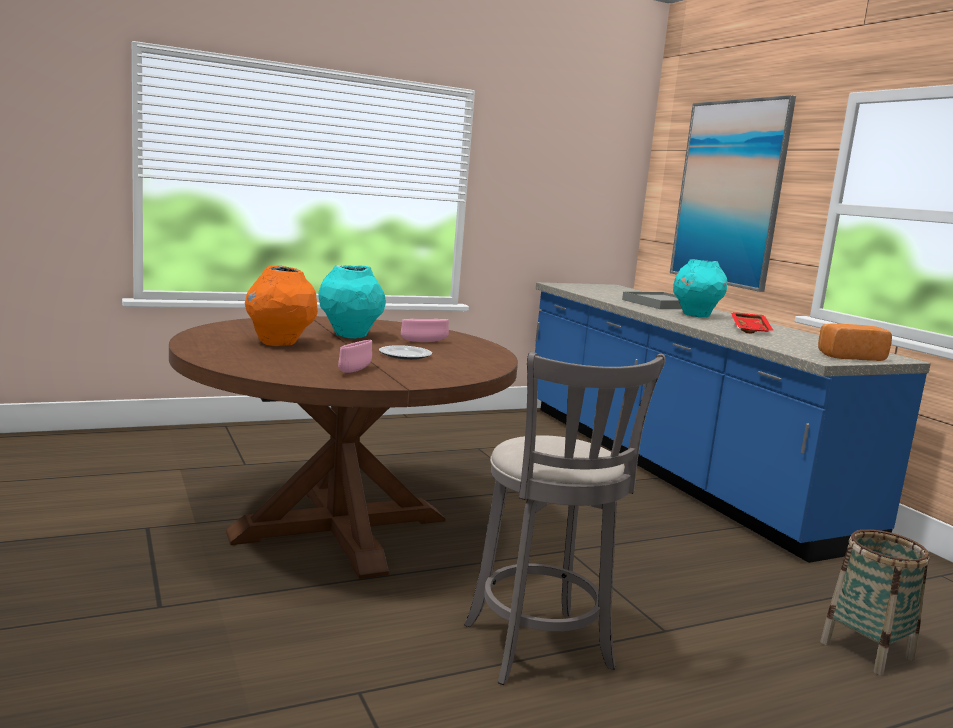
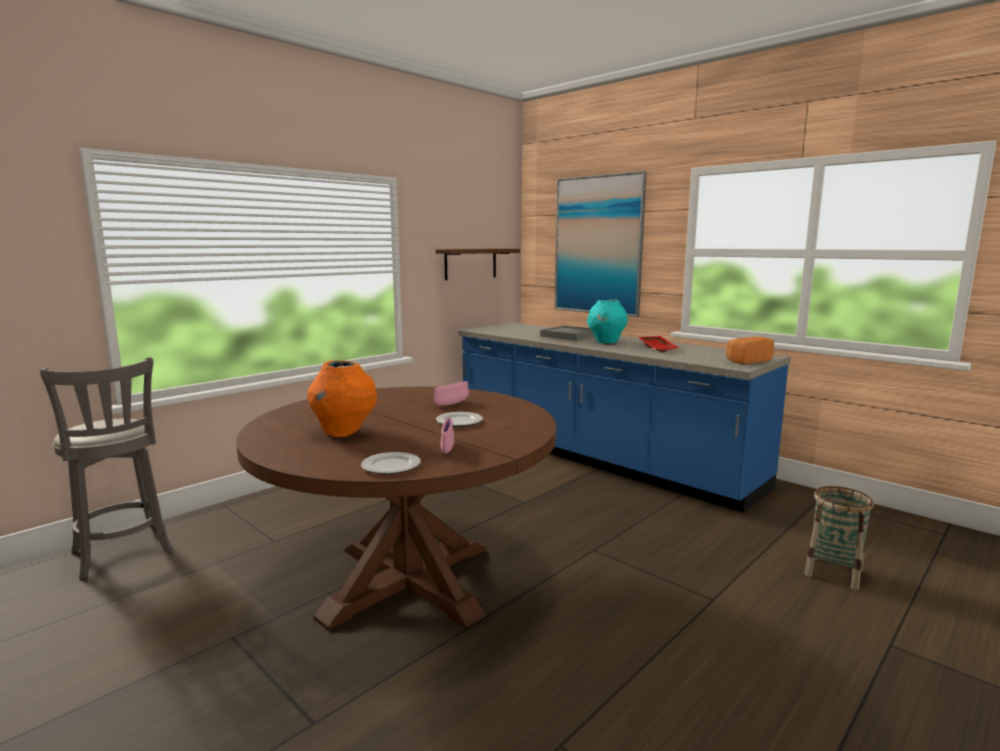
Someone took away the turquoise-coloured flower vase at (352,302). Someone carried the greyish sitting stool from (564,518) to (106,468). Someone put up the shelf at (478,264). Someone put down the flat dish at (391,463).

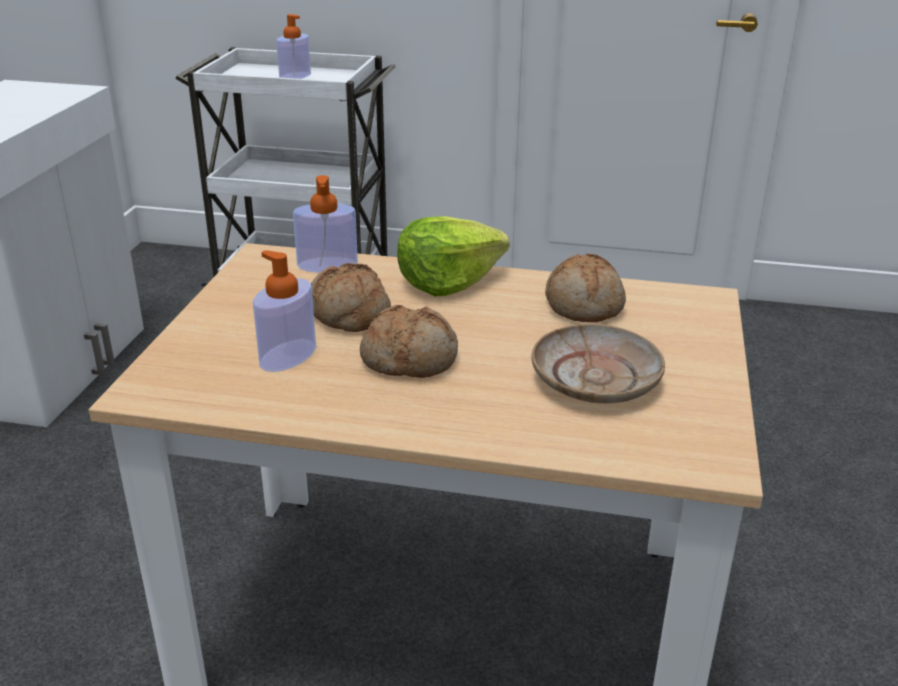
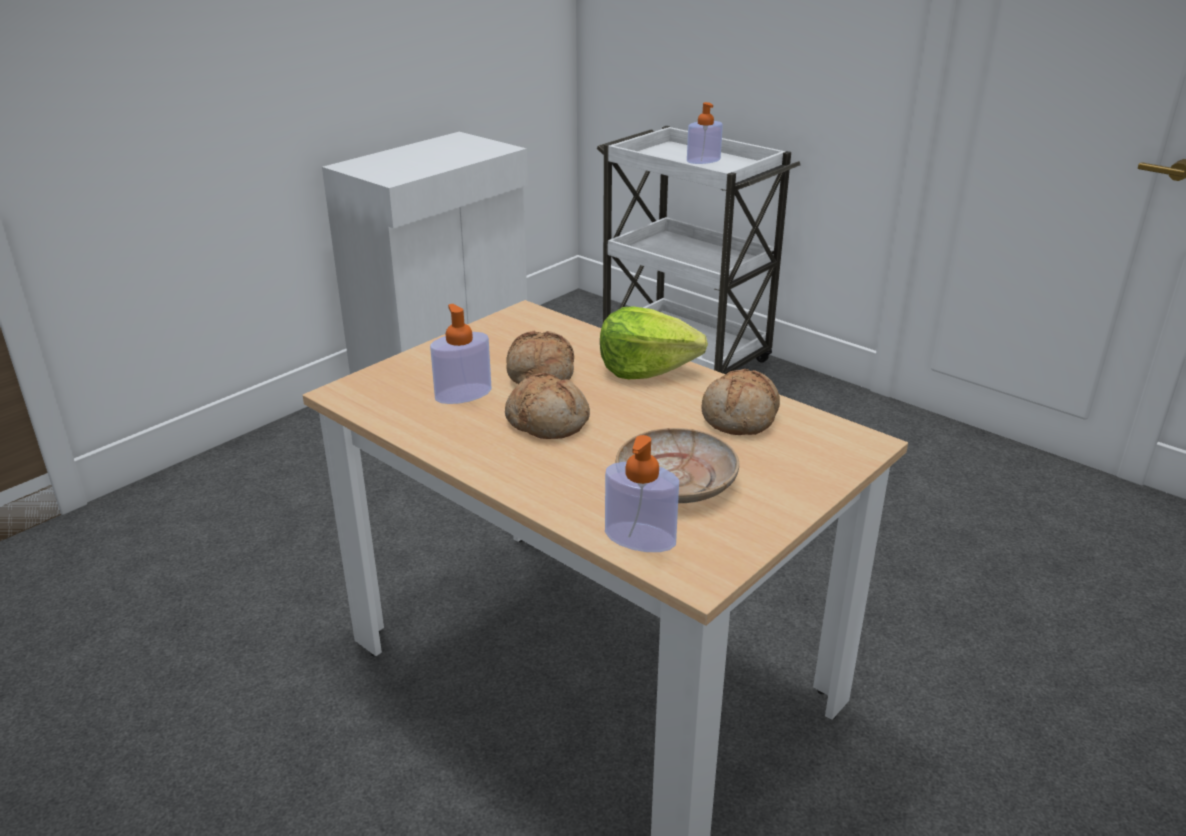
Someone carried the soap bottle from (325,224) to (642,493).

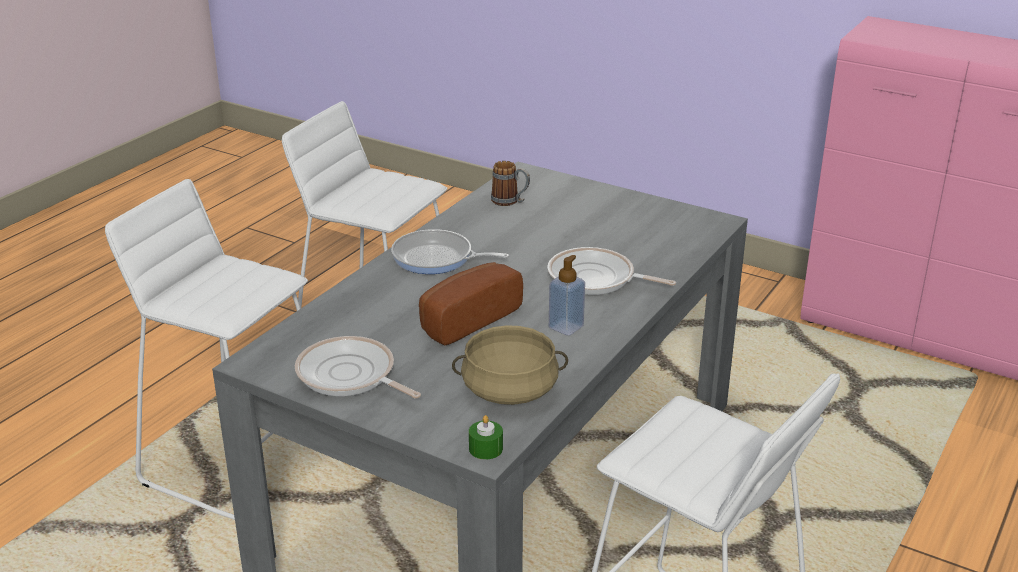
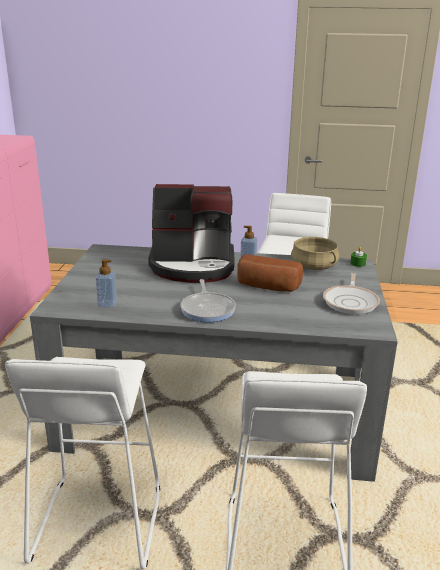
Someone swapped the coffee mug at (510,183) for the soap bottle at (106,283). Someone swapped the skillet at (611,271) for the coffee brewer at (191,233).

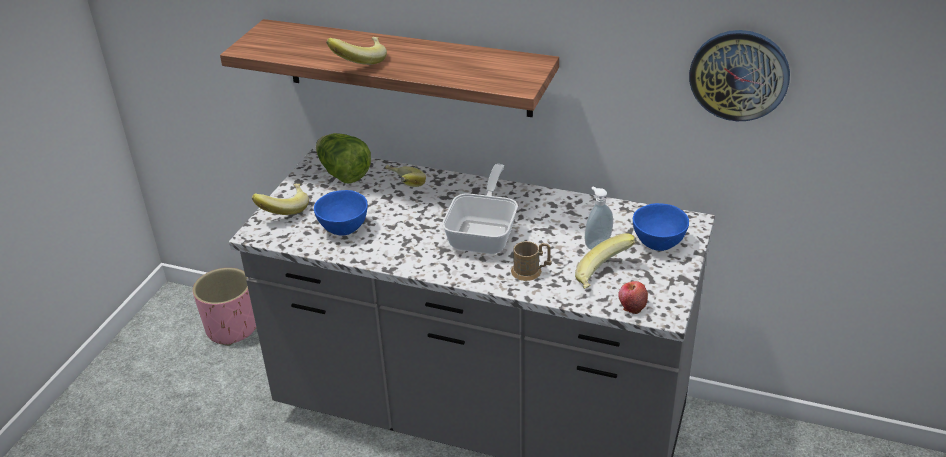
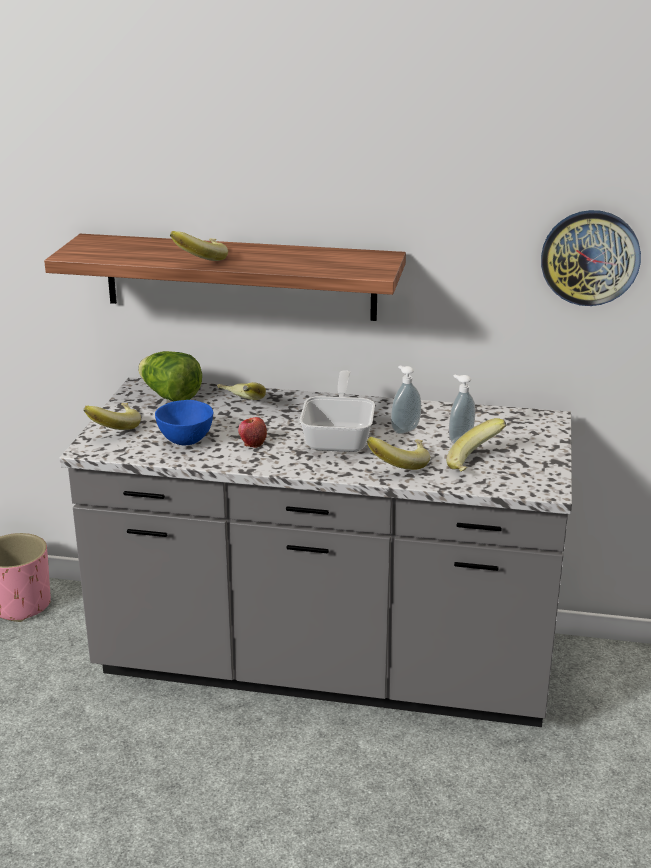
Someone took away the blue bowl at (661,227). Someone swapped the brown-coloured coffee mug at (531,261) for the banana at (398,453). Someone carried the apple from (633,297) to (252,432). Someone put down the soap bottle at (406,399).

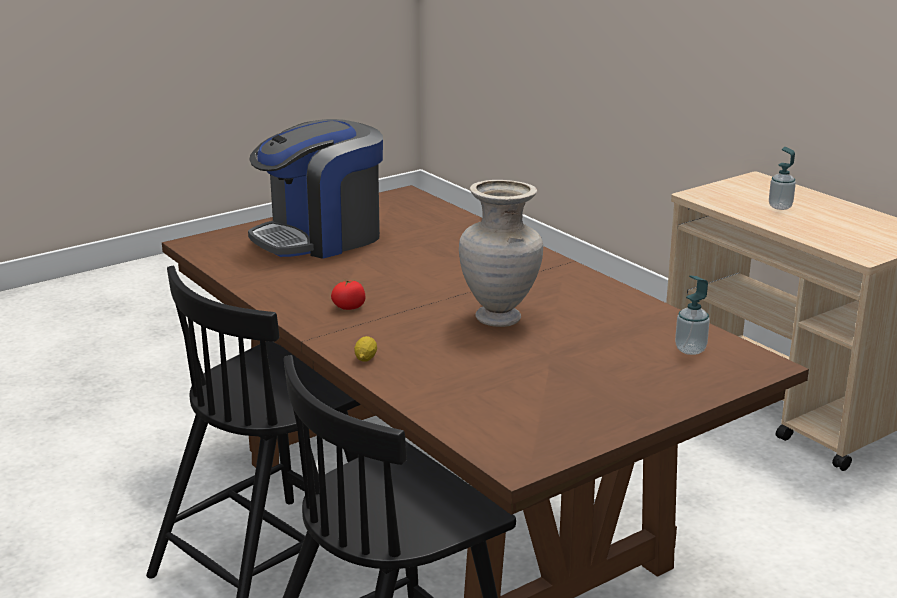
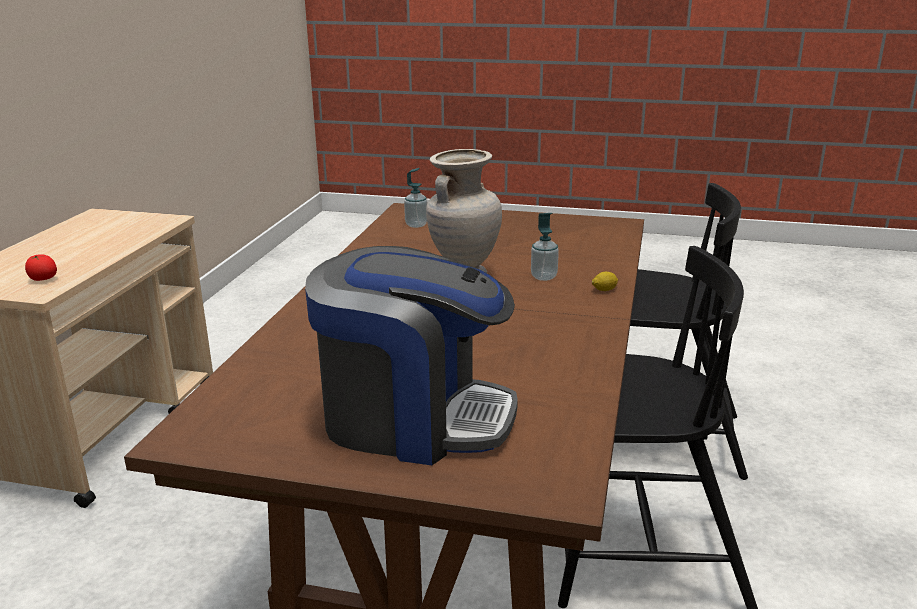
Someone carried the soap bottle from (782,178) to (545,247). Someone carried the tomato from (348,294) to (41,267).

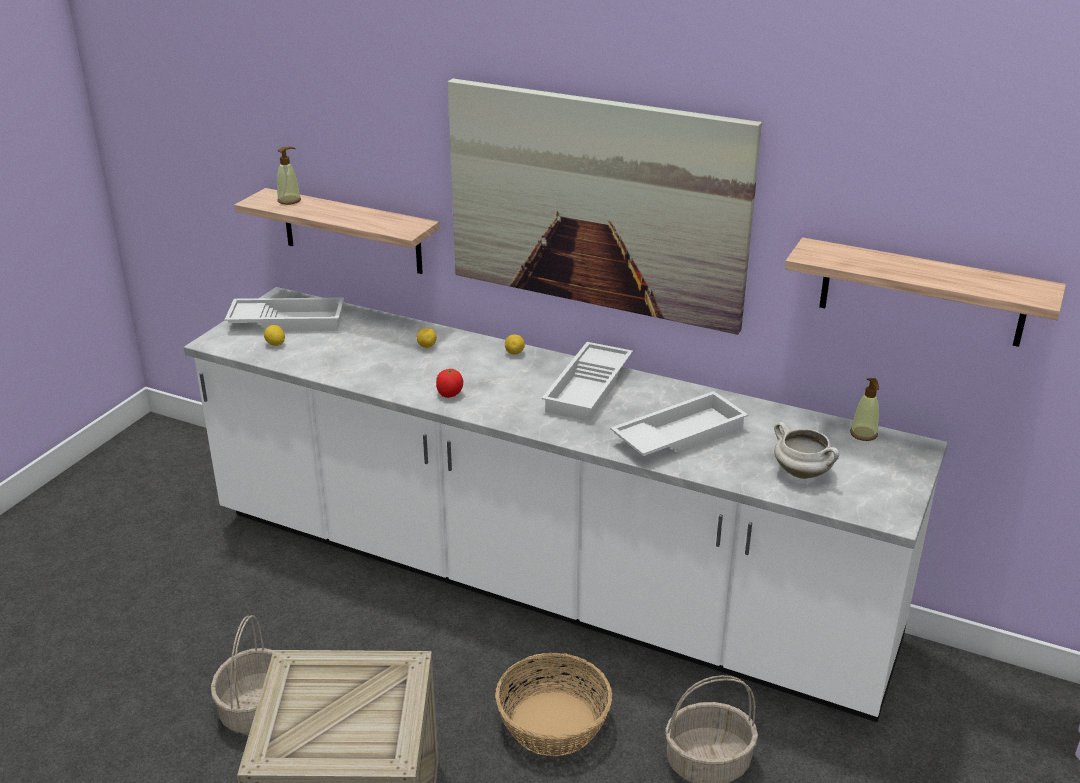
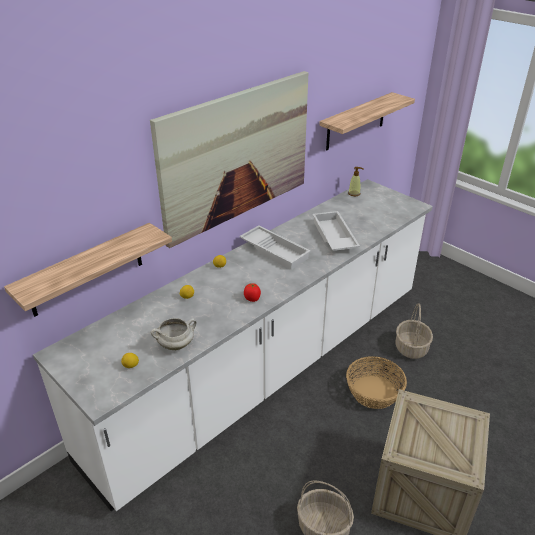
Someone took away the soap bottle at (289,175). Someone took away the white carrying tray at (284,314). Someone carried the white cooking pot from (806,450) to (174,334).

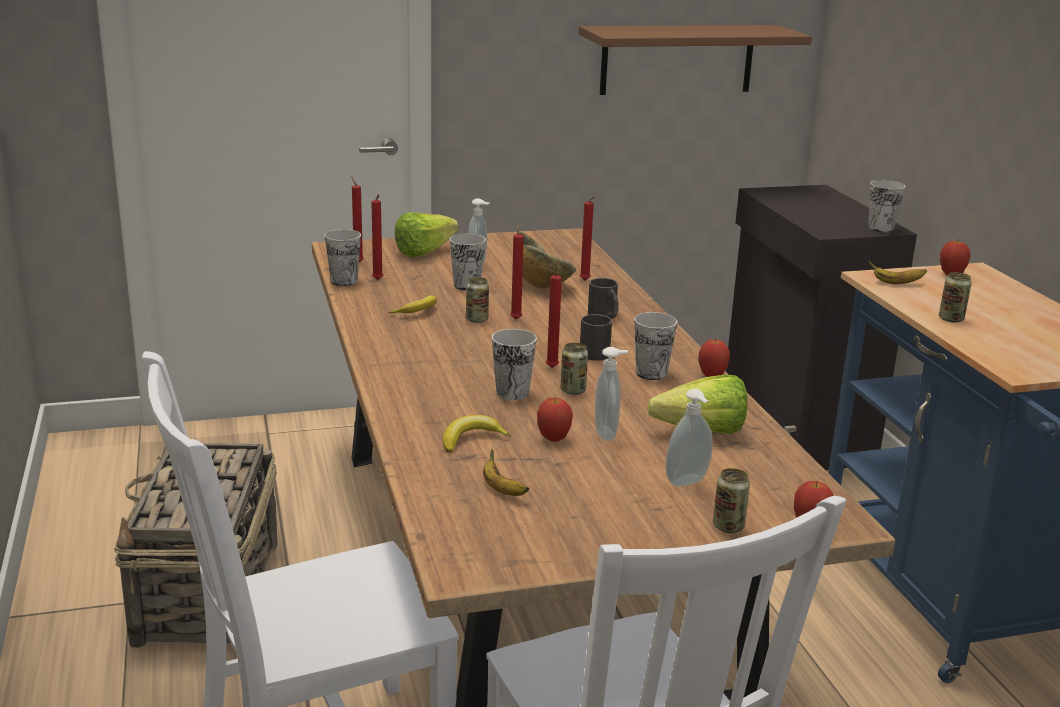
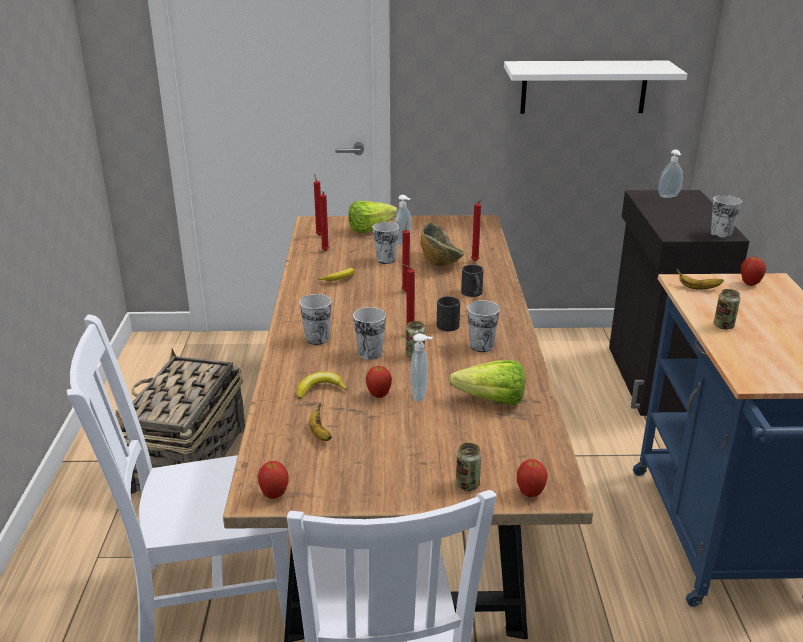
Someone repainted the brown-coloured shelf at (695,60), which became the white shelf at (595,87). Someone carried the small cup from (342,257) to (315,319). Someone took away the can at (477,300). Someone carried the apple from (714,358) to (273,480). Someone carried the soap bottle from (689,438) to (670,173).

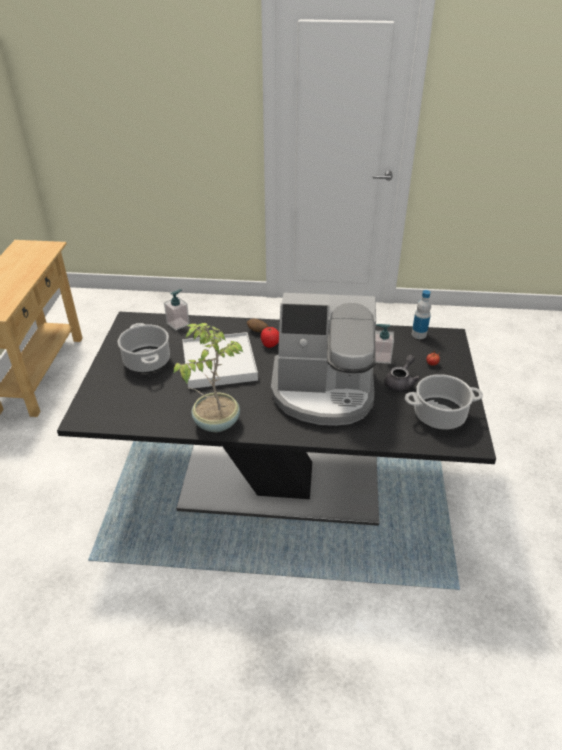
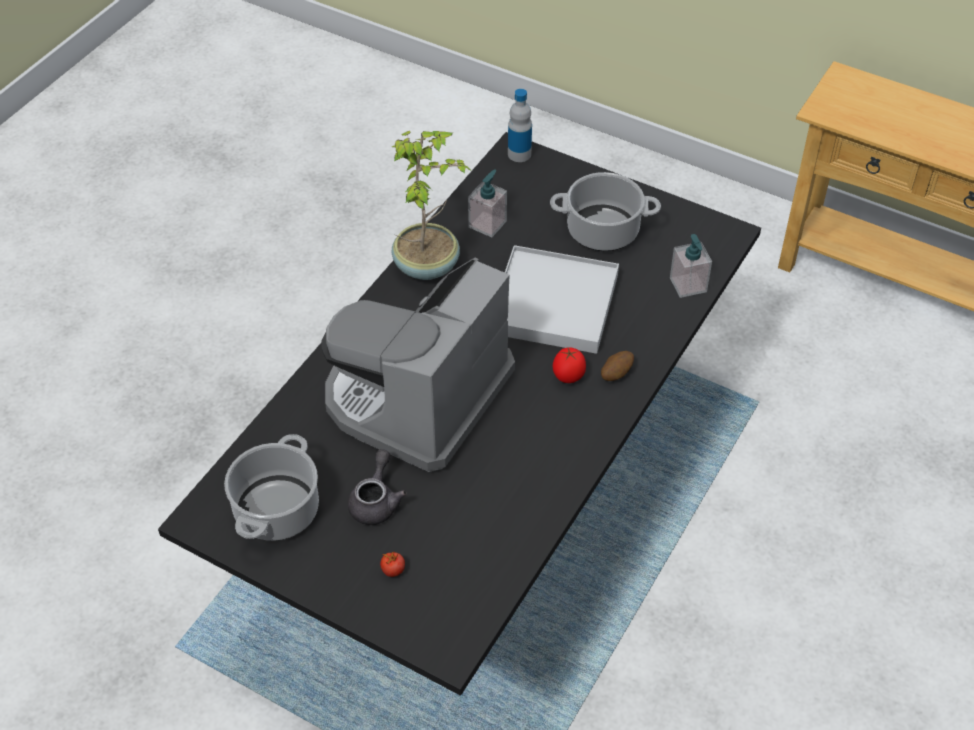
Someone carried the drink bottle from (421,314) to (520,125). Someone carried the soap bottle from (384,344) to (487,203). Someone rotated the greyish pot for tea at (402,373) by 135 degrees counterclockwise.

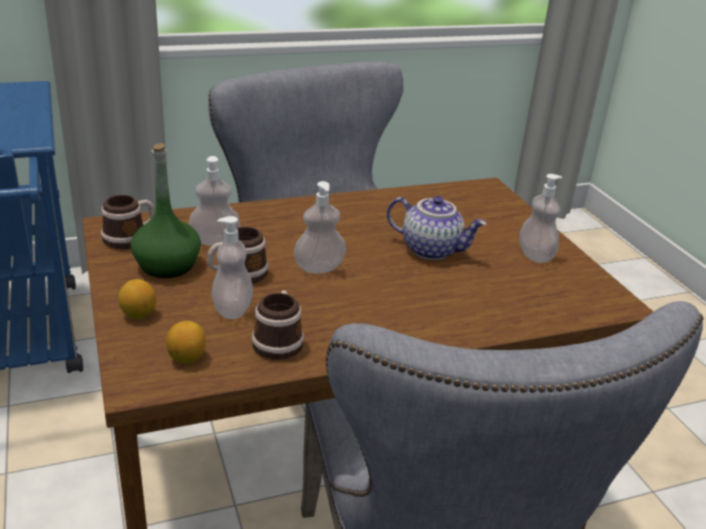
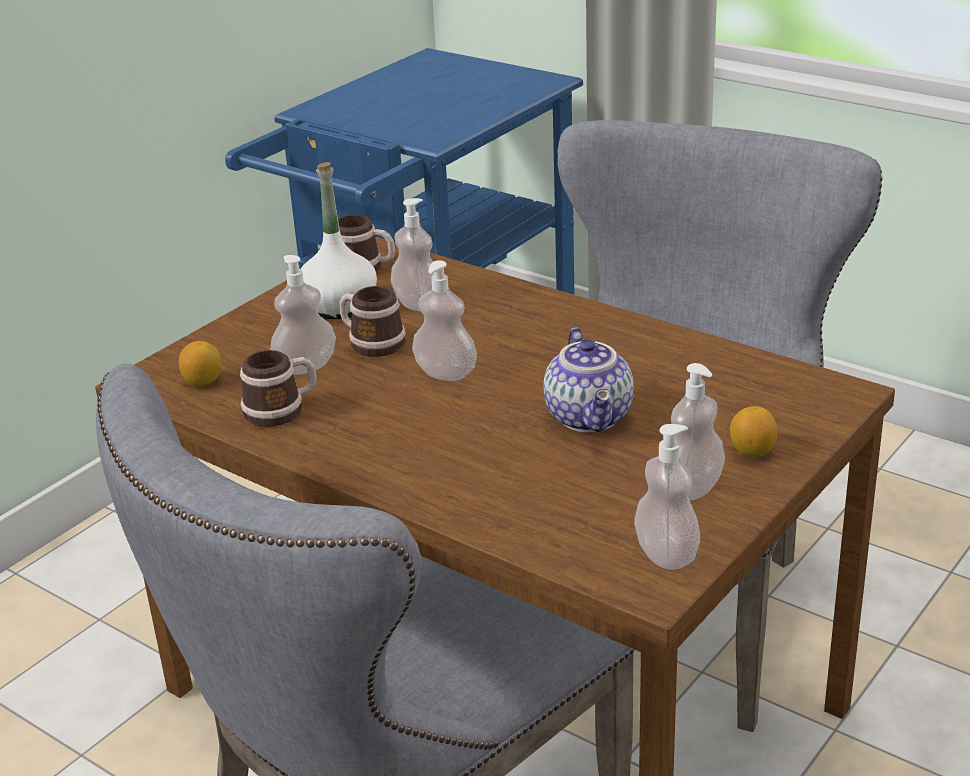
Someone repainted the green drink bottle at (166,210), which became the white drink bottle at (339,240). Someone carried the lemon from (137,299) to (753,431). Someone put down the soap bottle at (667,497).

